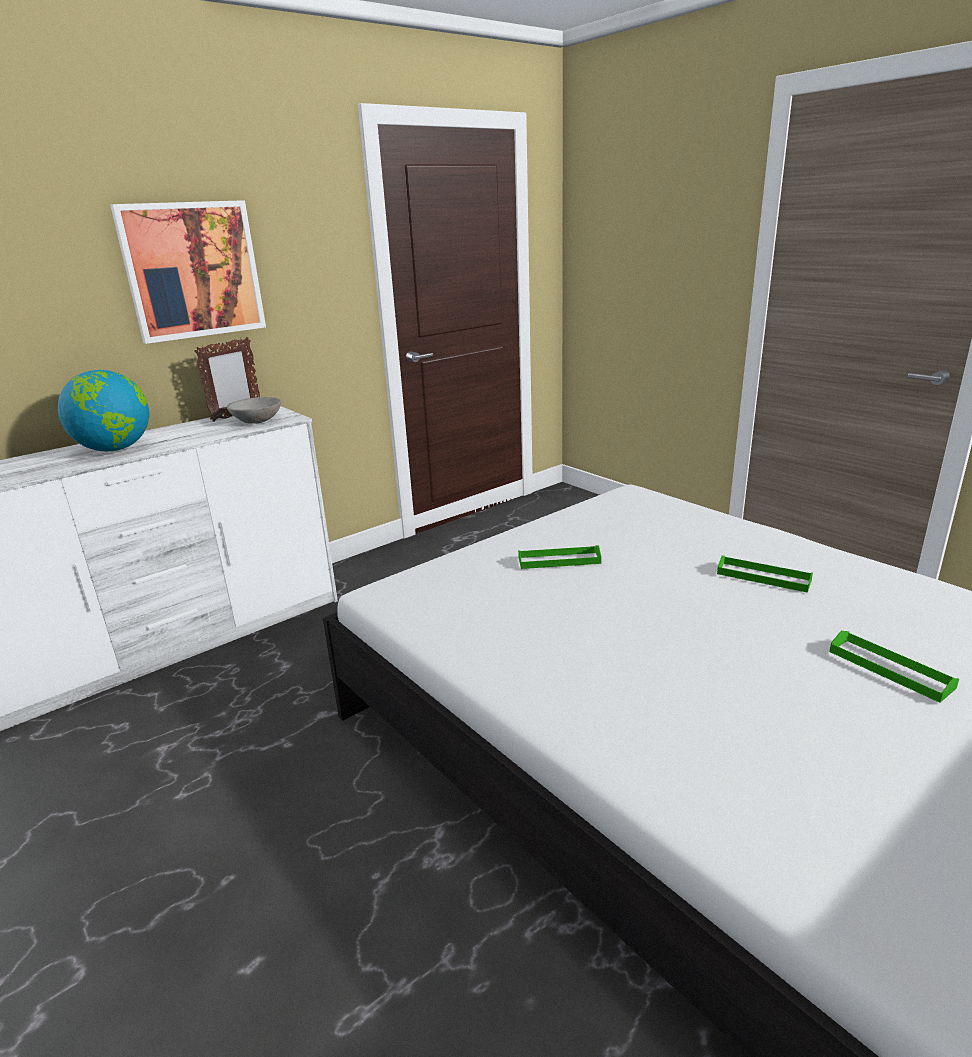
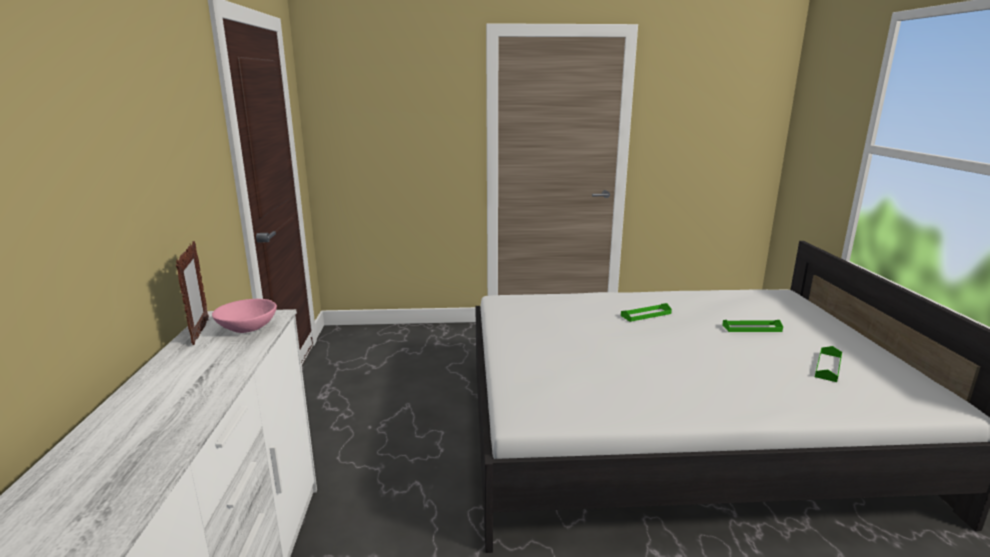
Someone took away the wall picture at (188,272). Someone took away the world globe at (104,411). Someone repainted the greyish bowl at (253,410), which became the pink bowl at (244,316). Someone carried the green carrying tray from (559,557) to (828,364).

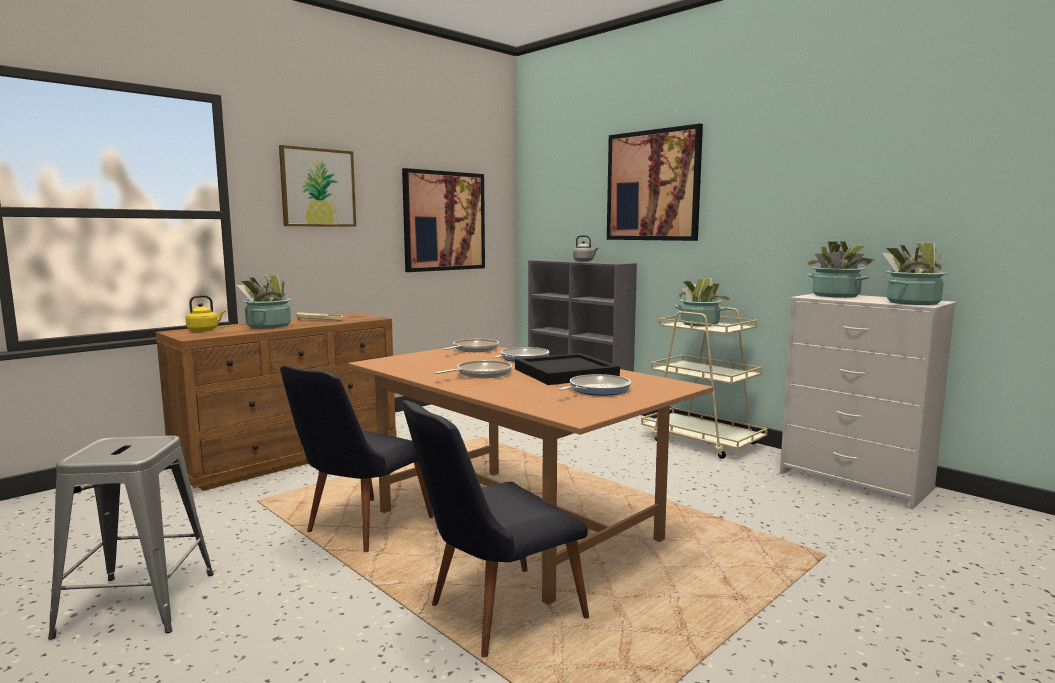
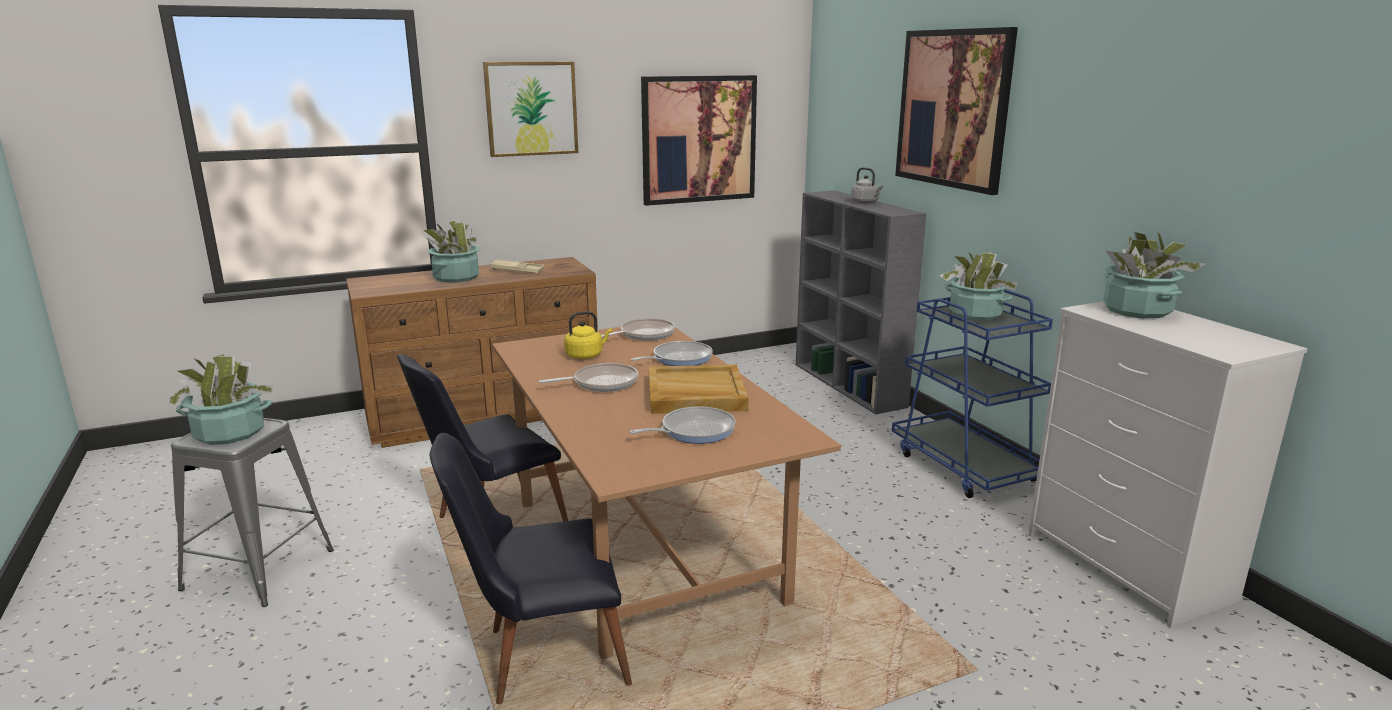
Someone carried the houseplant from (915,274) to (219,399). Someone carried the yellow kettle from (205,313) to (588,335). Someone repainted the beige trolley at (704,383), which became the blue trolley at (972,394). Someone repainted the blackish carrying tray at (567,369), which became the beige carrying tray at (698,389).

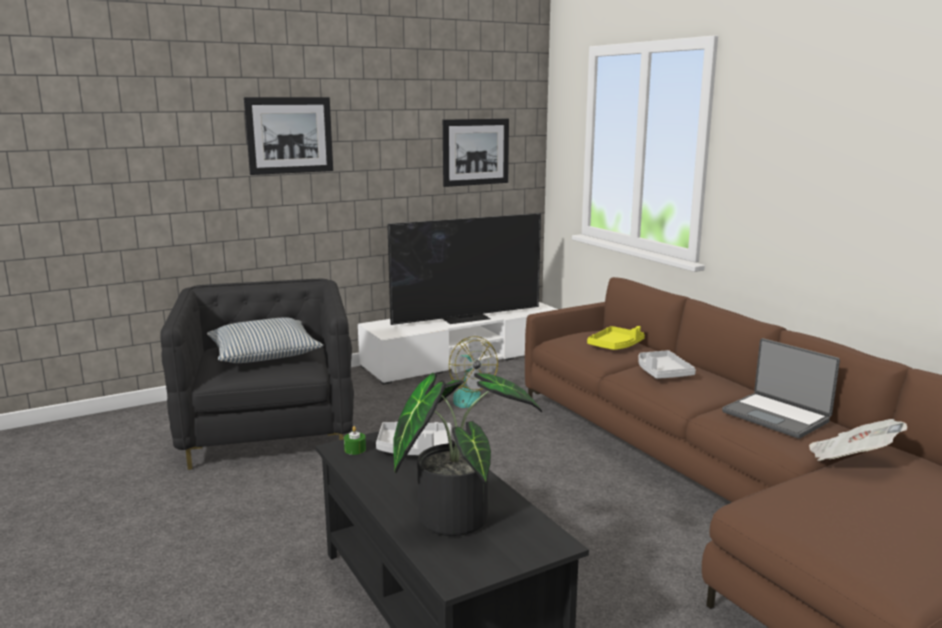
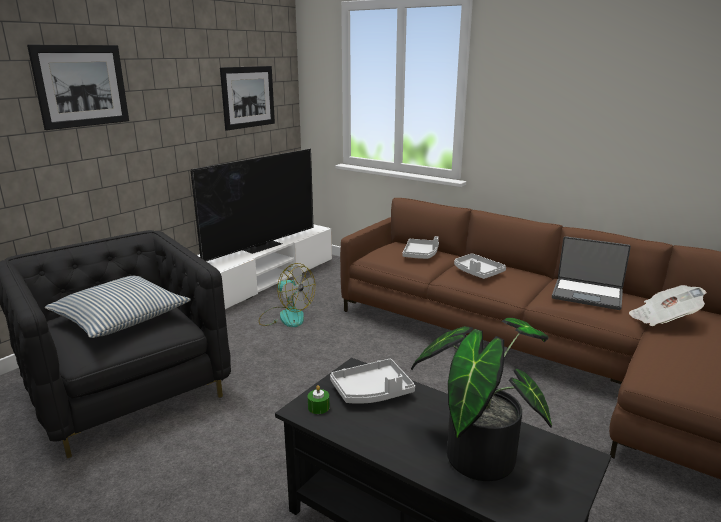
Someone repainted the yellow carrying tray at (616,338), which became the greyish carrying tray at (421,247).

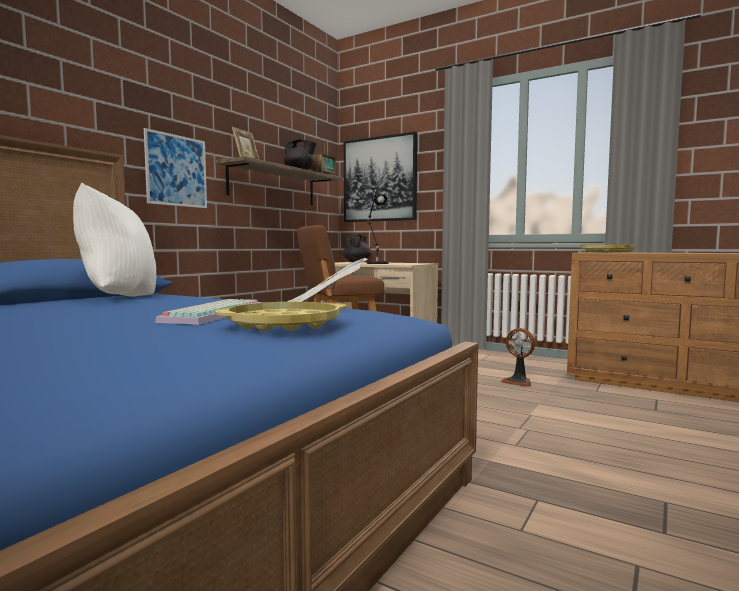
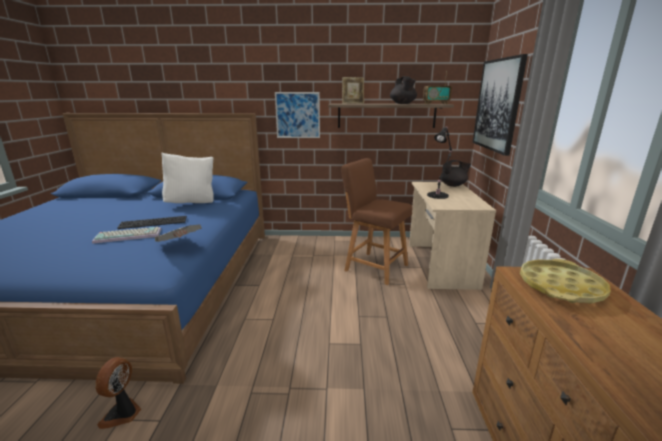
Someone took away the yellow carrying tray at (281,317). Someone carried the fan from (517,357) to (118,393). Someone put down the PC keyboard at (152,222).

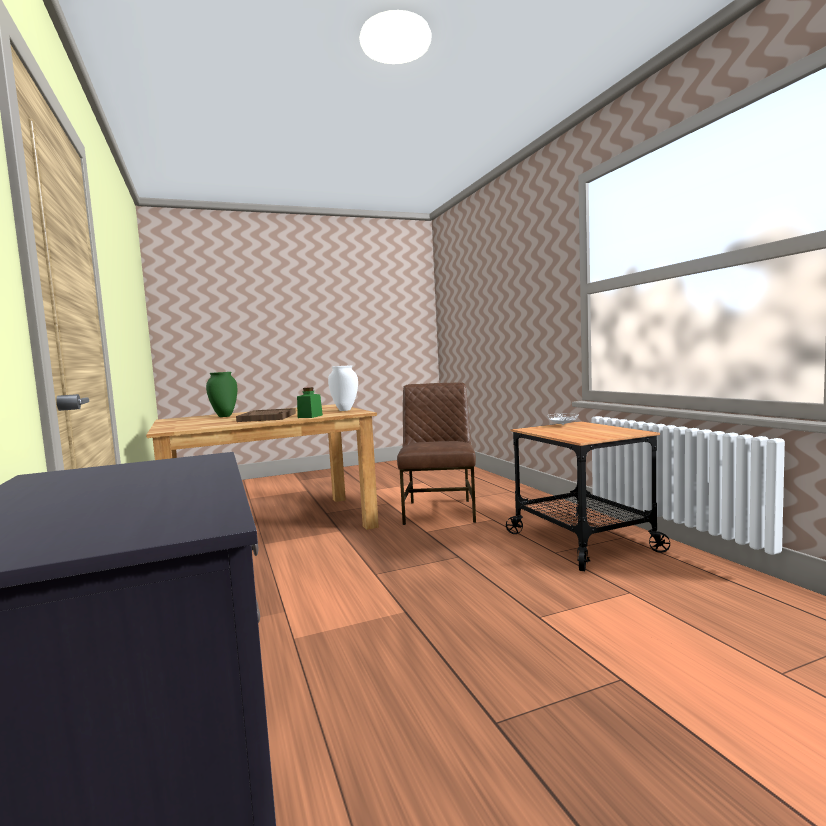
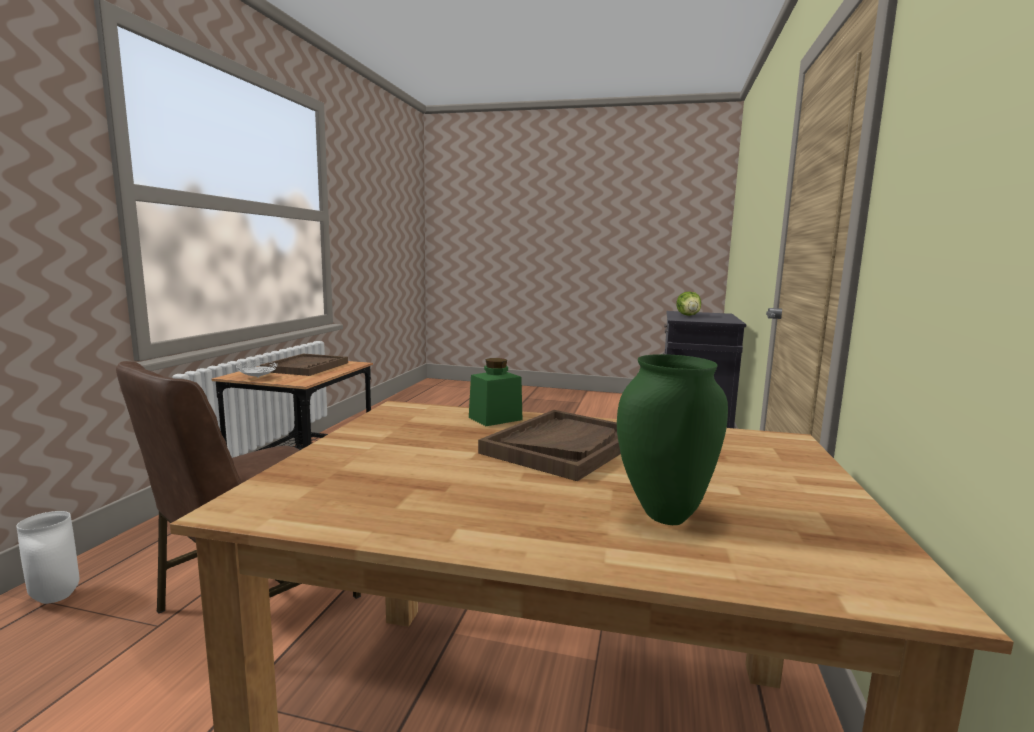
Someone carried the white flower vase from (343,388) to (47,557). Someone put down the lettuce at (689,303). Someone put down the brown-coloured carrying tray at (304,365).

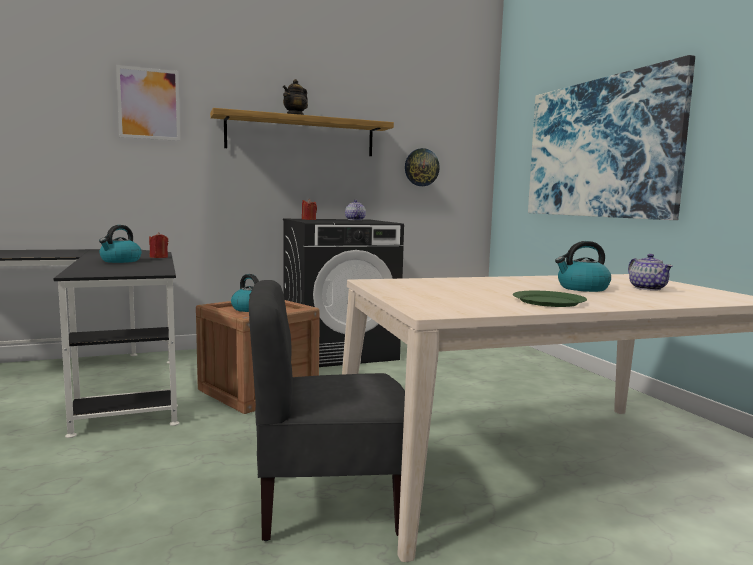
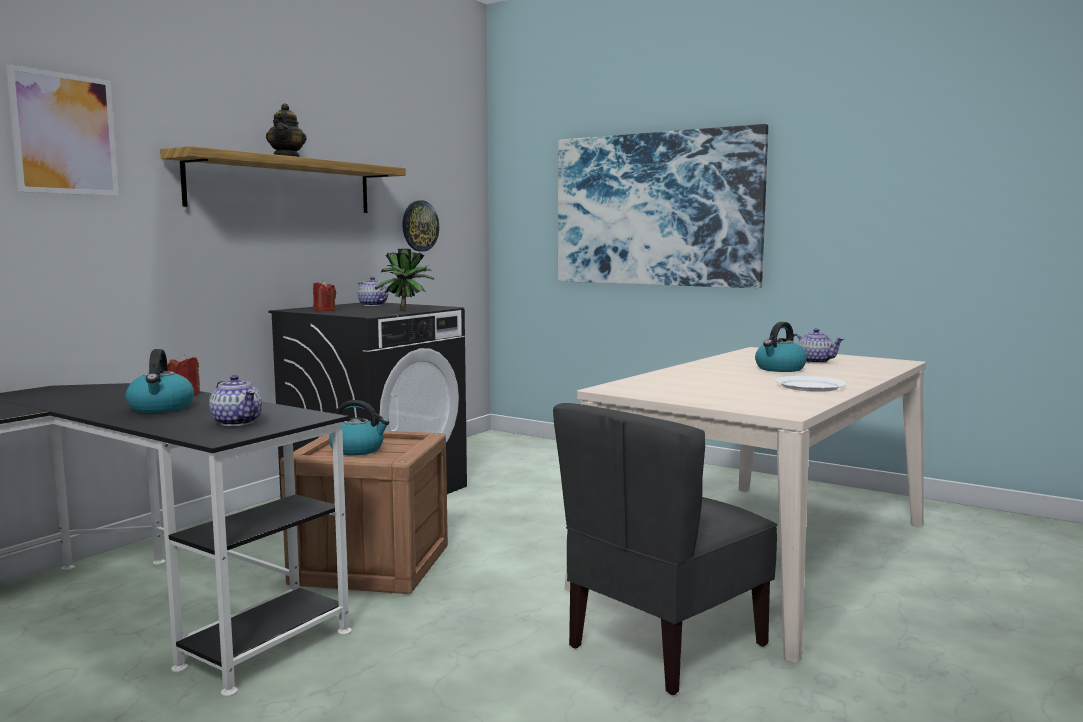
Someone repainted the green flat dish at (550,299), which became the white flat dish at (810,384). Someone put down the houseplant at (404,280). Someone put down the pot for tea at (235,400).

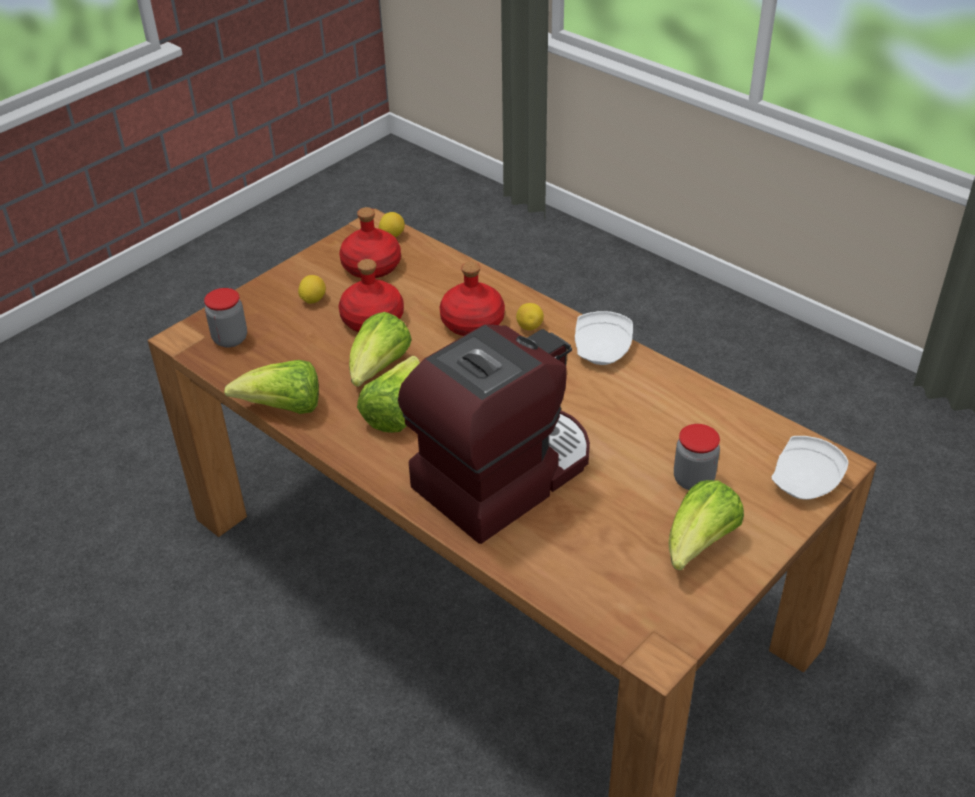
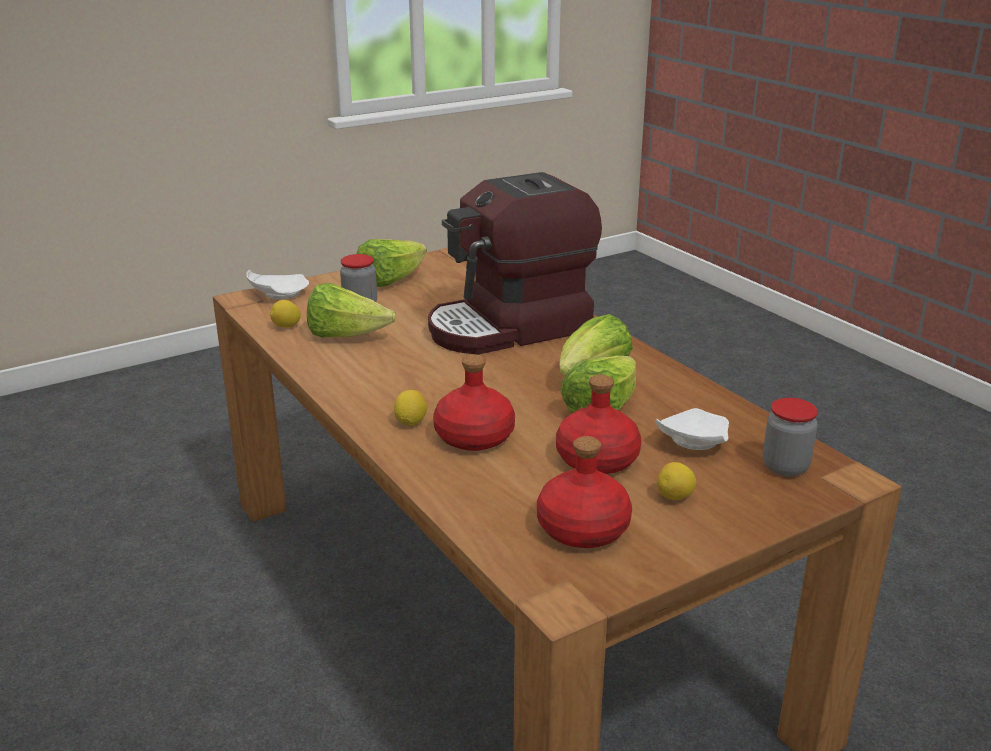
Someone carried the lemon from (392,224) to (285,314). Someone carried the white flat dish from (604,338) to (692,429). Someone carried the lettuce from (271,387) to (351,310).

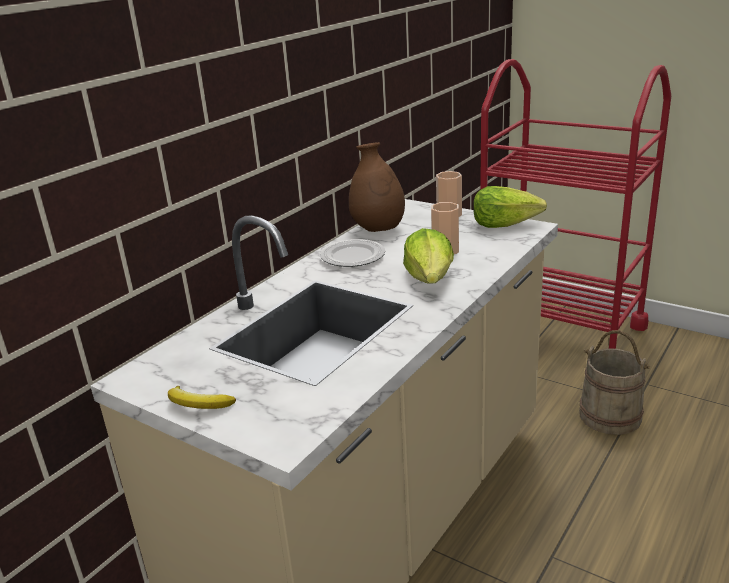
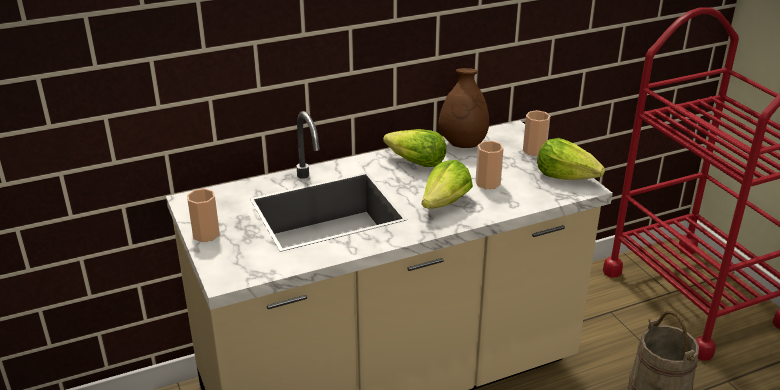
Someone swapped the flat dish at (352,253) for the lettuce at (414,148). Someone swapped the banana at (202,397) for the small cup at (203,215).

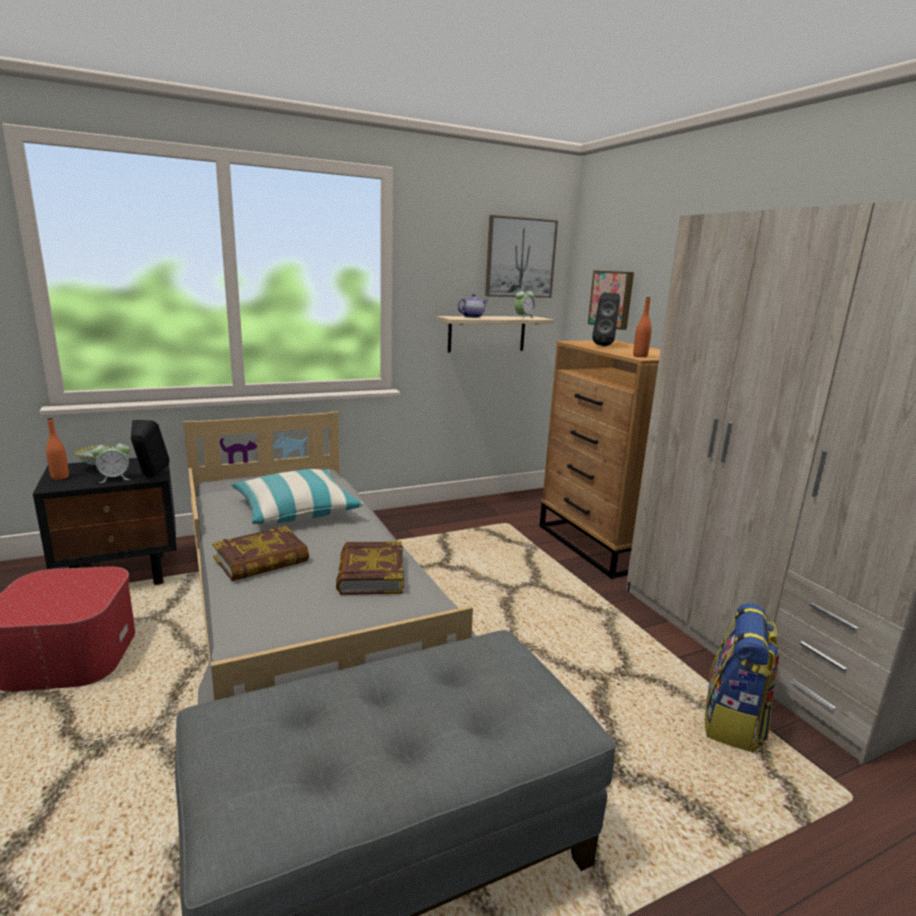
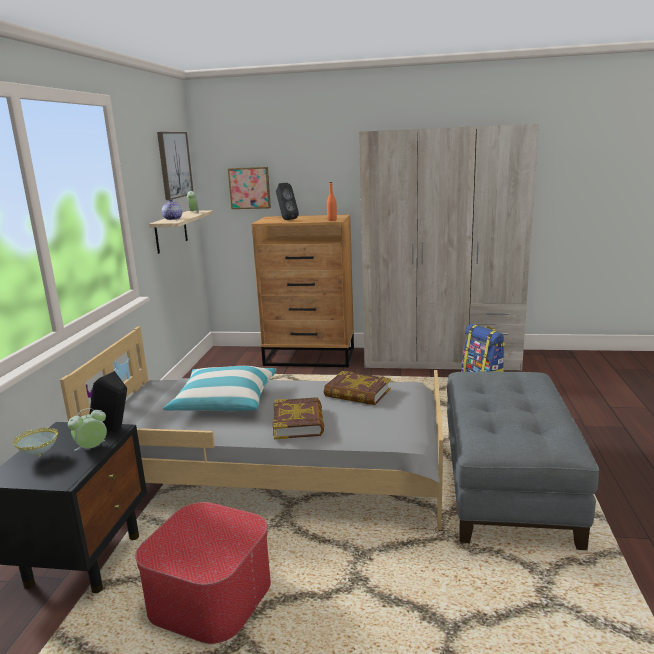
Someone took away the orange-coloured drink bottle at (57,449). Someone rotated the alarm clock at (111,461) by 135 degrees counterclockwise.

